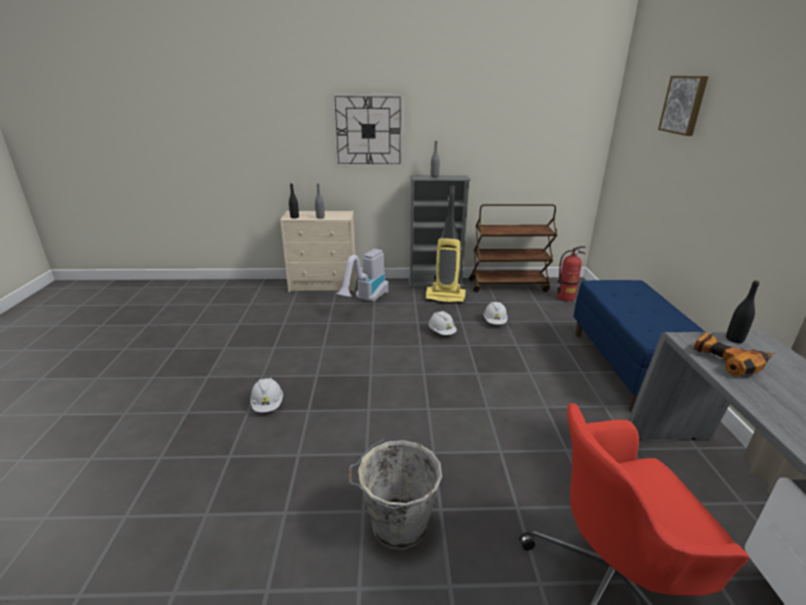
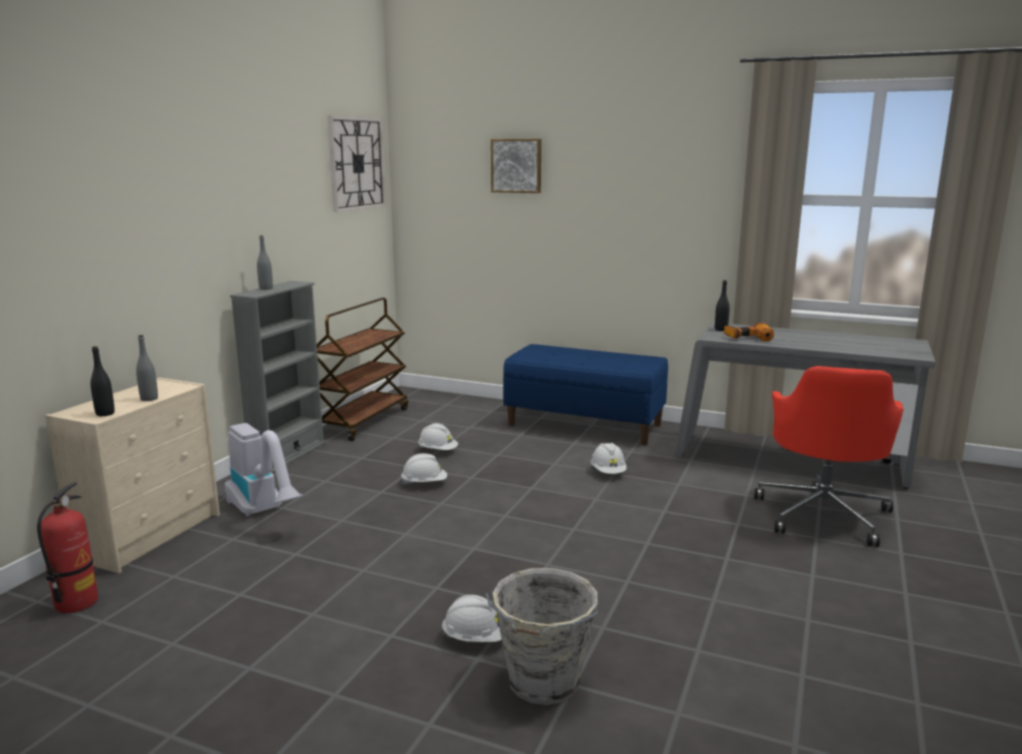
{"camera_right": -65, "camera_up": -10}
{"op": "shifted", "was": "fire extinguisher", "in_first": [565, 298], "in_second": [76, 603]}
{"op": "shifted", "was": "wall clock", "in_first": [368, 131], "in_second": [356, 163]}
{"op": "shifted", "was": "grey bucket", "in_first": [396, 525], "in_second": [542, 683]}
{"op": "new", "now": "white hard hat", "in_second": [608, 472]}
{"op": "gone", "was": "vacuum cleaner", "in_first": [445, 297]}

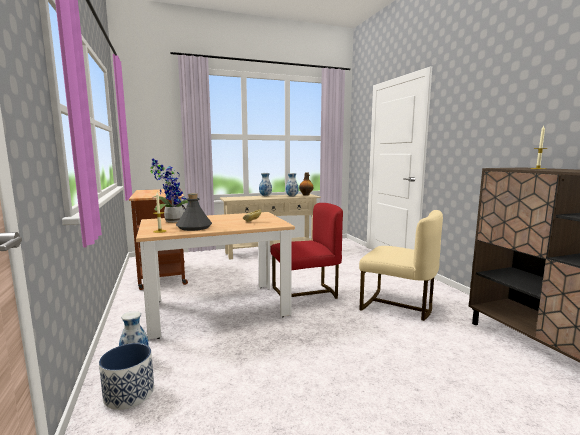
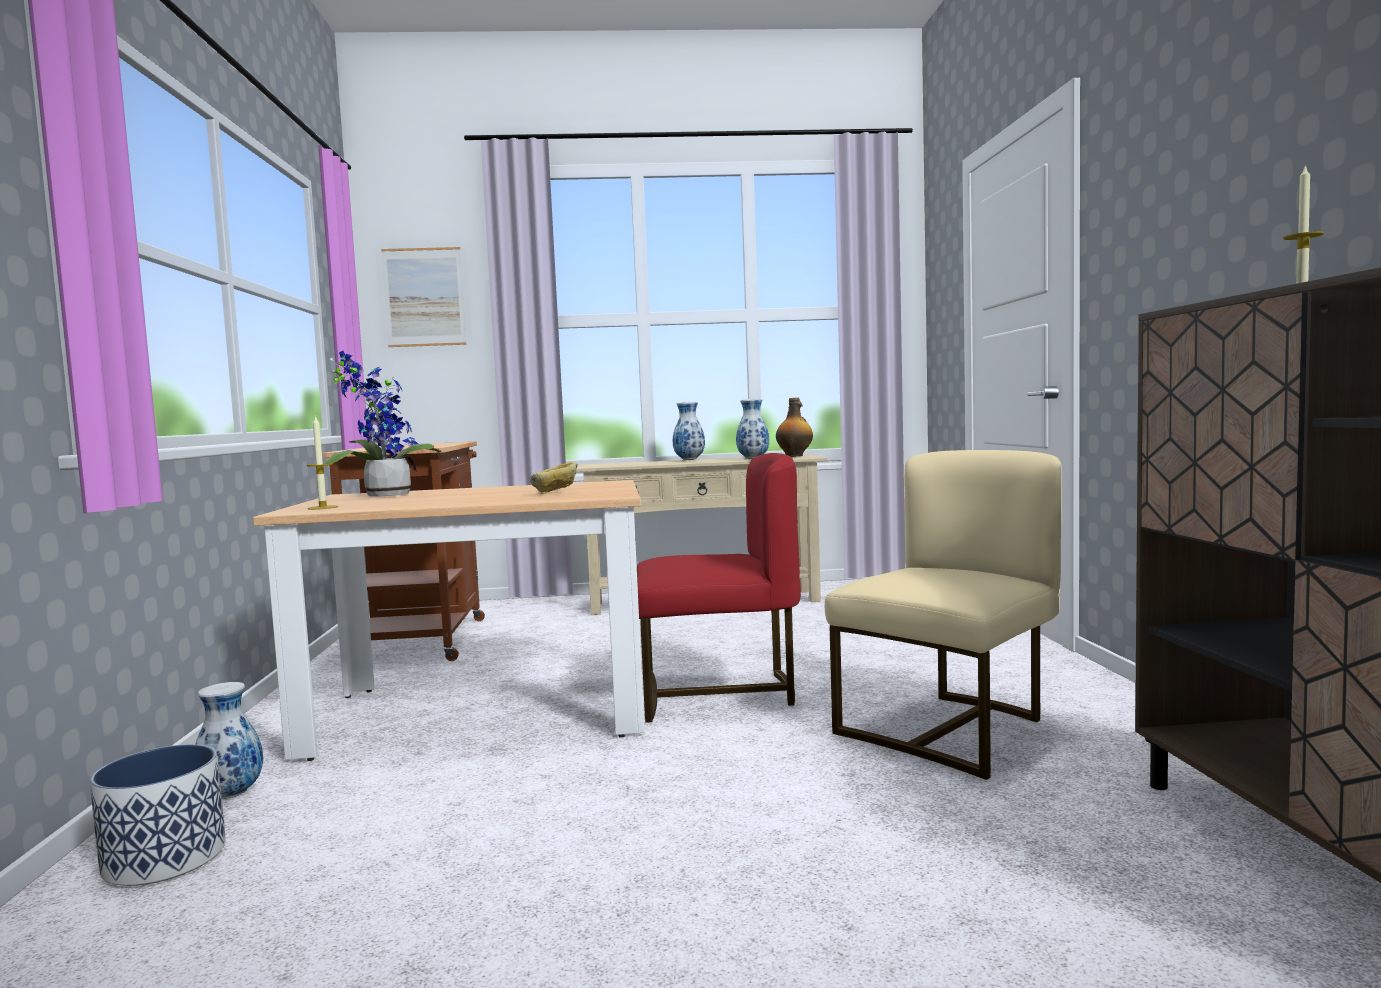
{"camera_right": 15, "camera_up": -5}
{"op": "new", "now": "picture", "in_second": [424, 297]}
{"op": "rotated", "was": "beige chair", "in_first": [397, 306], "in_second": [950, 730], "clockwise": -90}
{"op": "gone", "was": "grey bottle", "in_first": [194, 227]}

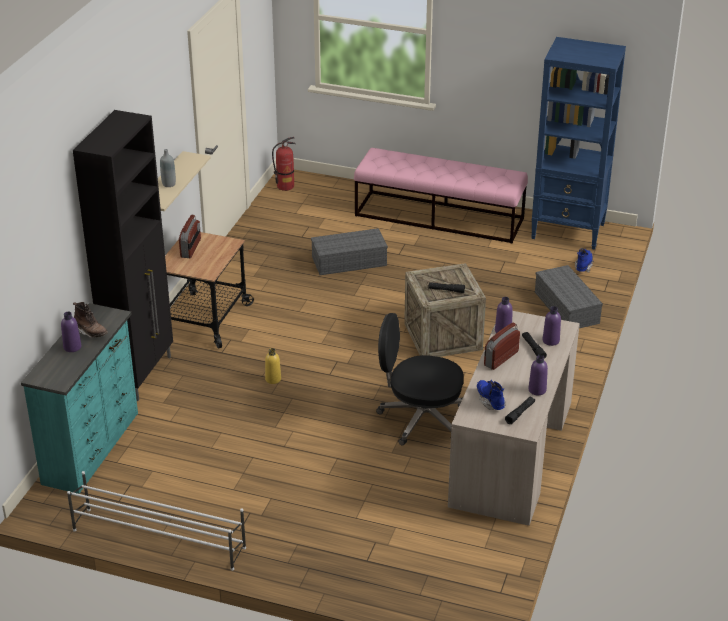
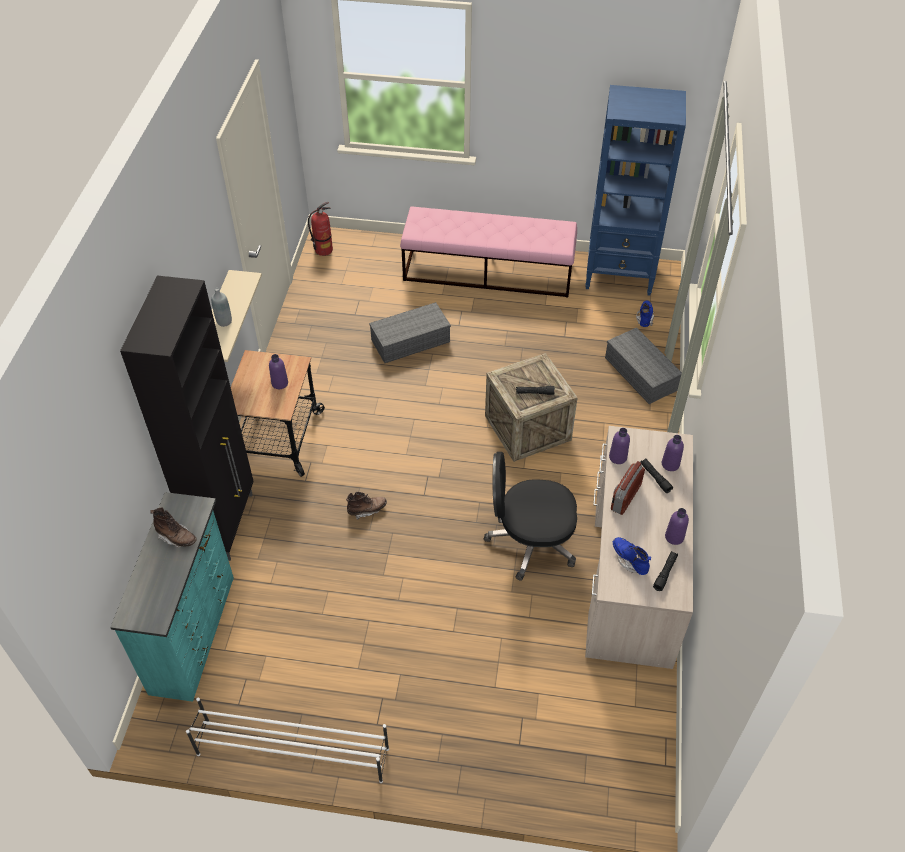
{"camera_right": -10, "camera_up": 15}
{"op": "shifted", "was": "purple bottle", "in_first": [72, 347], "in_second": [280, 383]}
{"op": "swapped", "was": "yellow bottle", "now": "brown boot", "in_first": [273, 379], "in_second": [367, 510]}
{"op": "gone", "was": "radio", "in_first": [191, 248]}

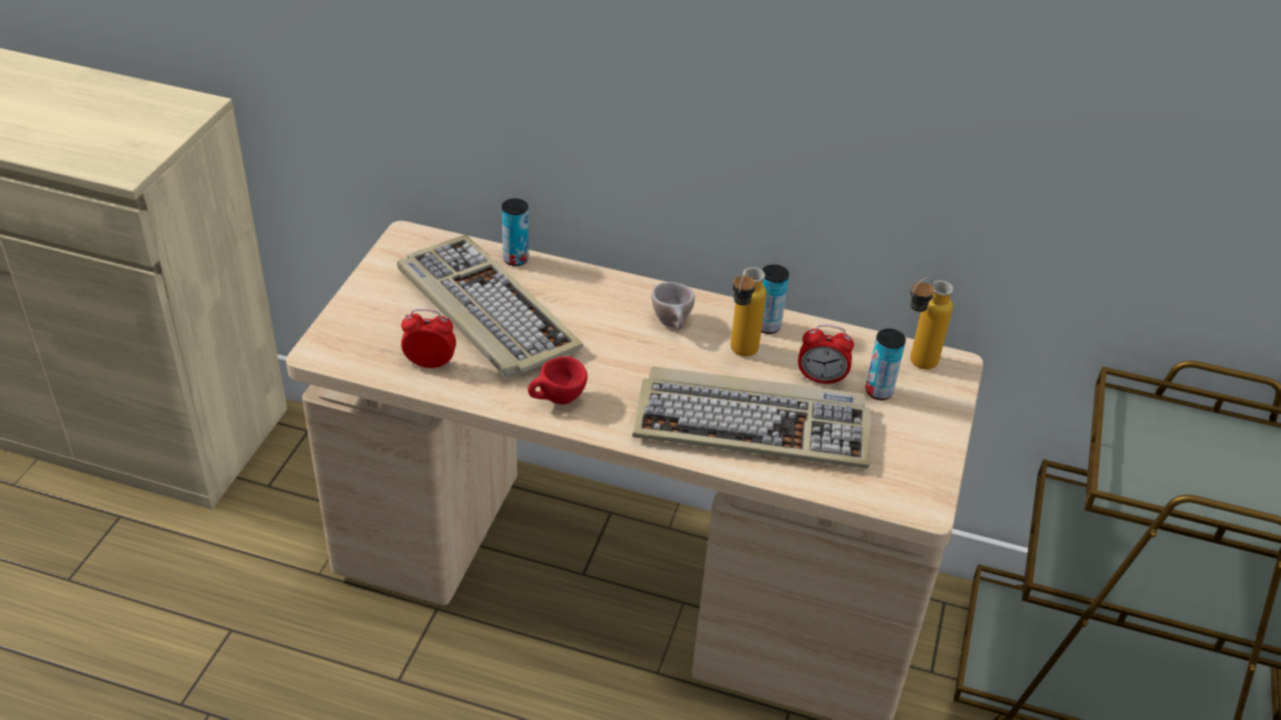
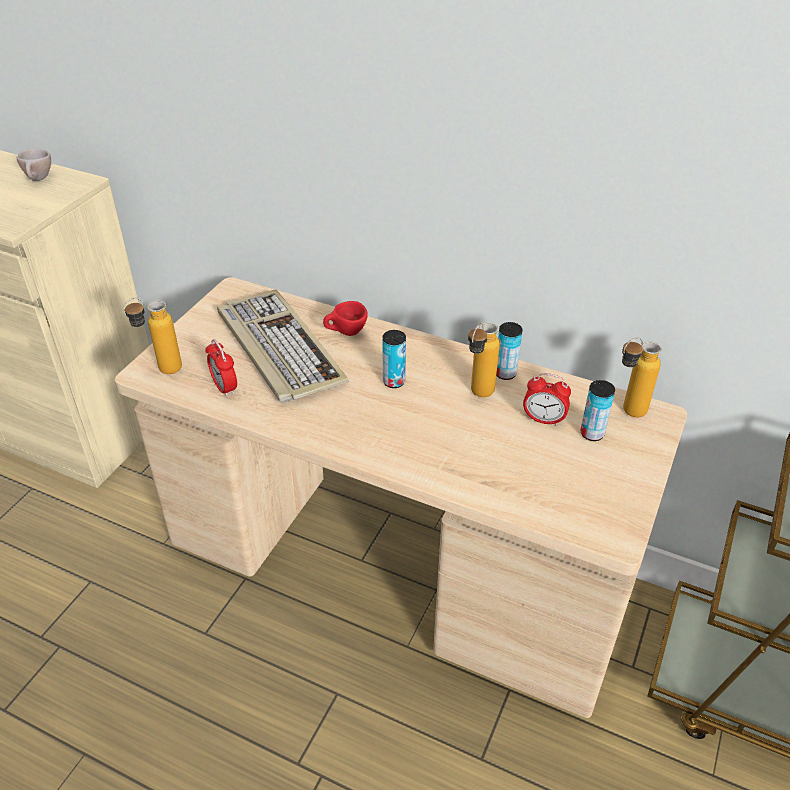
{"camera_right": 10, "camera_up": 0}
{"op": "shifted", "was": "beige cup", "in_first": [673, 325], "in_second": [39, 180]}
{"op": "new", "now": "bottle", "in_second": [161, 371]}
{"op": "rotated", "was": "alarm clock", "in_first": [430, 364], "in_second": [225, 388], "clockwise": -135}
{"op": "shifted", "was": "red cup", "in_first": [557, 401], "in_second": [346, 333]}
{"op": "shifted", "was": "can", "in_first": [515, 259], "in_second": [394, 382]}
{"op": "gone", "was": "keyboard", "in_first": [753, 424]}

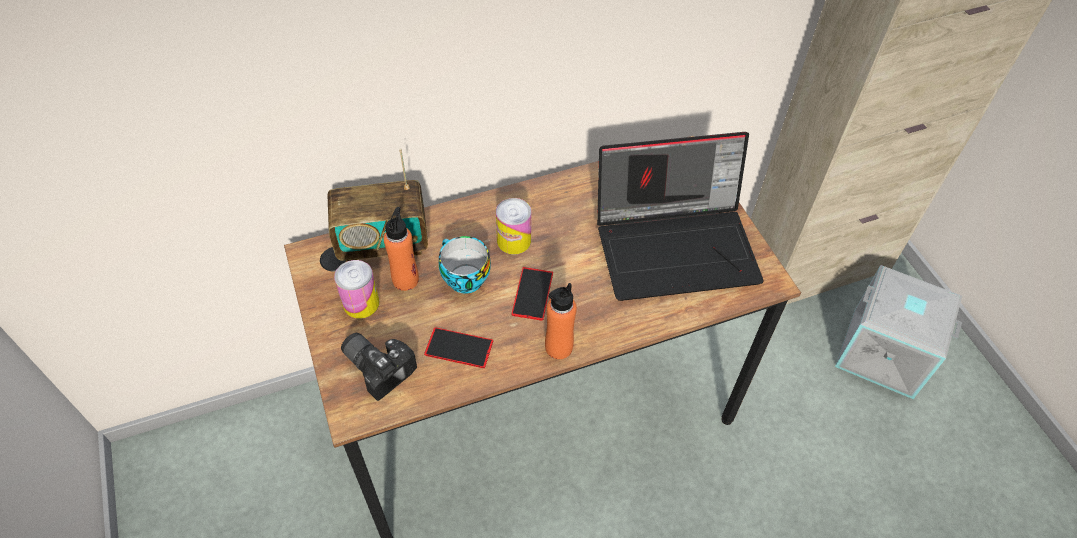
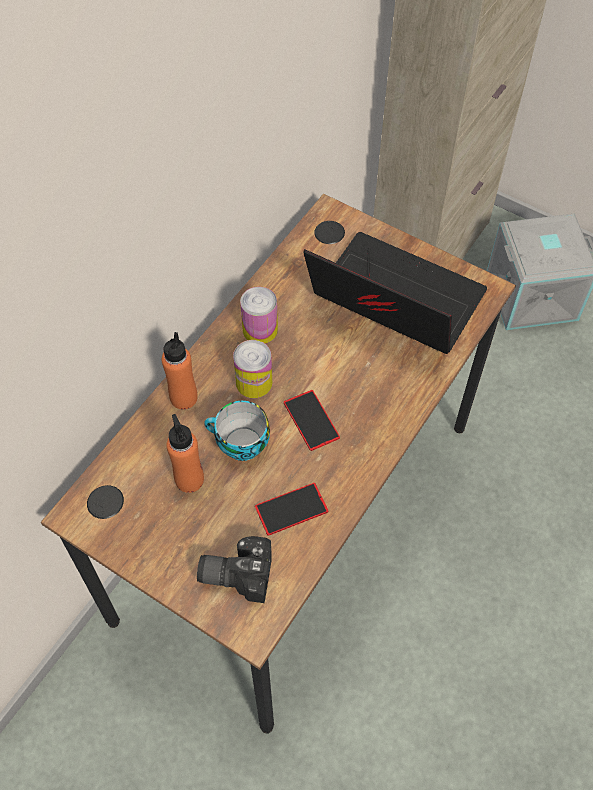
{"camera_right": -35, "camera_up": 5}
{"op": "shifted", "was": "orange bottle", "in_first": [558, 347], "in_second": [183, 398]}
{"op": "shifted", "was": "can", "in_first": [361, 303], "in_second": [260, 329]}
{"op": "rotated", "was": "laptop", "in_first": [677, 245], "in_second": [392, 302], "clockwise": -105}
{"op": "gone", "was": "radio", "in_first": [383, 243]}

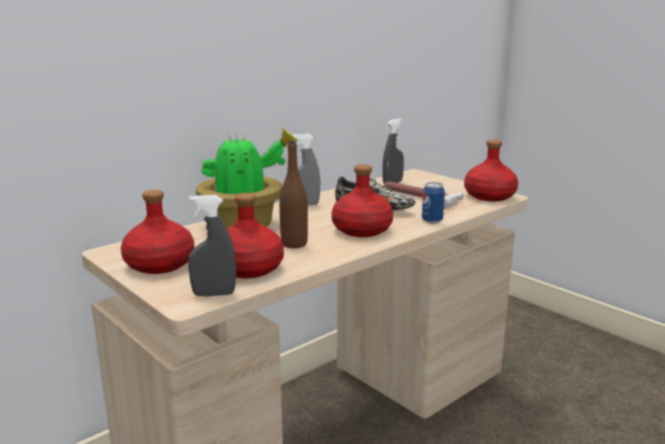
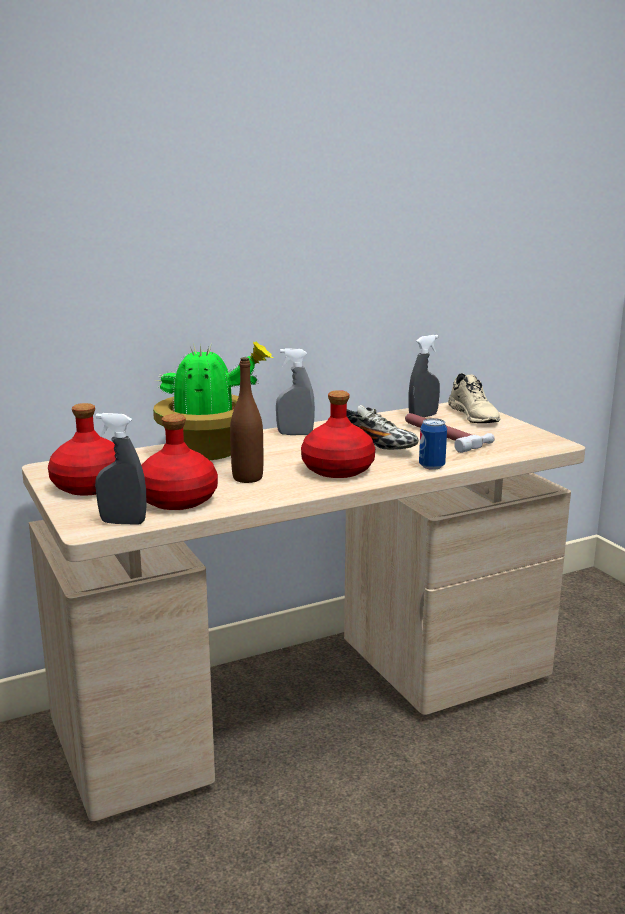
{"camera_right": 15, "camera_up": 0}
{"op": "new", "now": "beige shoe", "in_second": [474, 416]}
{"op": "gone", "was": "red bottle", "in_first": [489, 196]}

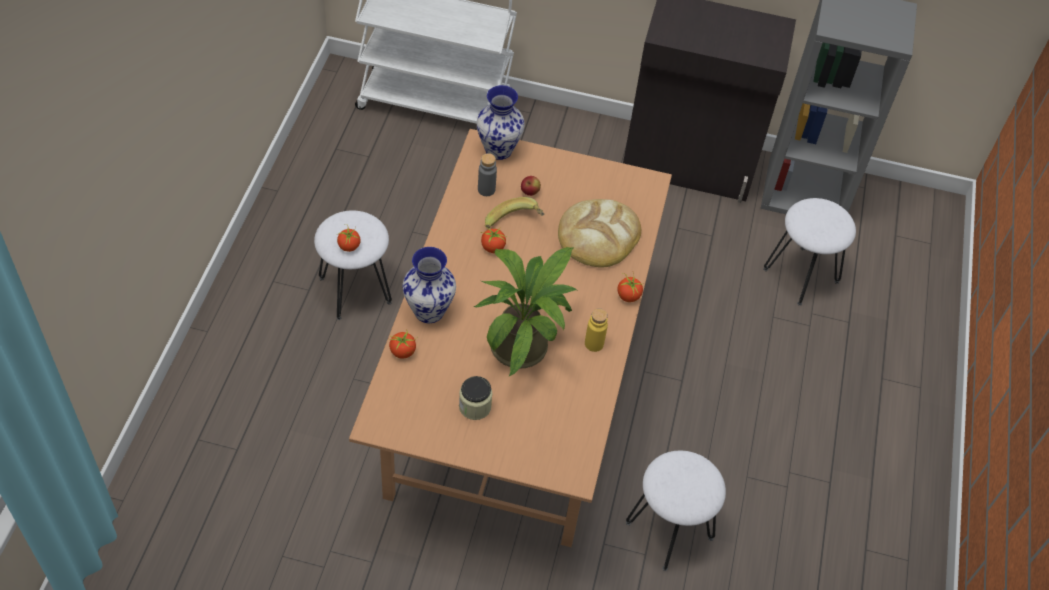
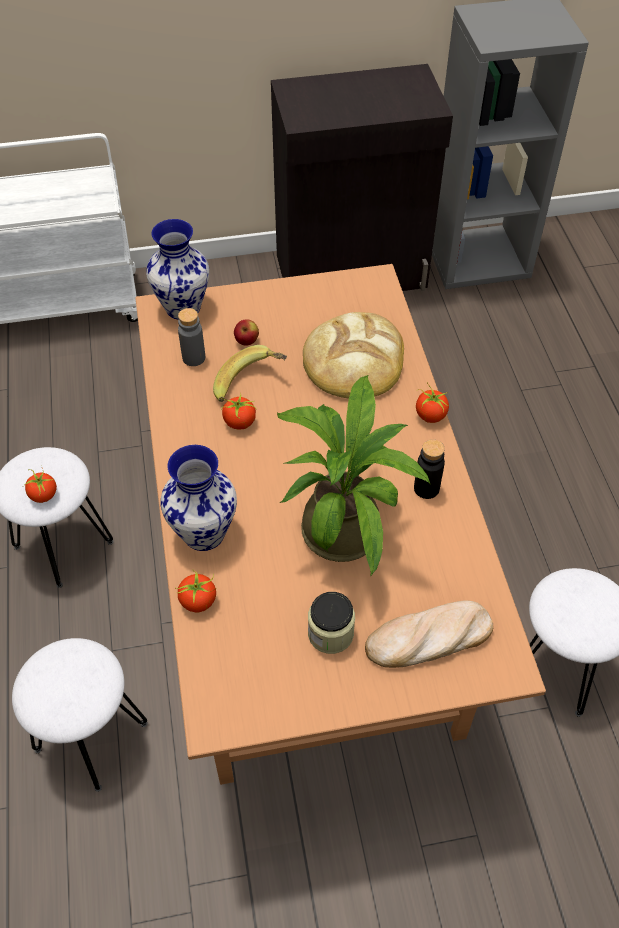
{"camera_right": -20, "camera_up": 0}
{"op": "shifted", "was": "white stool", "in_first": [800, 275], "in_second": [90, 736]}
{"op": "new", "now": "bread", "in_second": [428, 638]}
{"op": "repainted", "was": "yellow bottle", "now": "black bottle", "in_first": [594, 344], "in_second": [426, 488]}

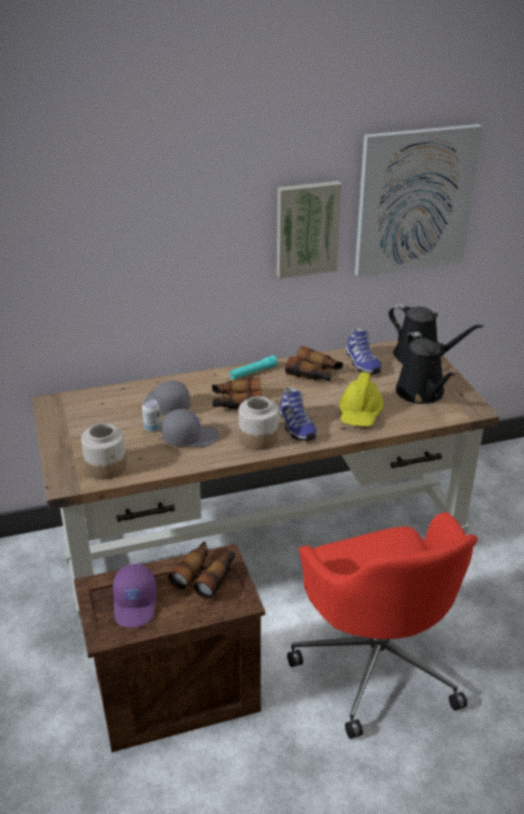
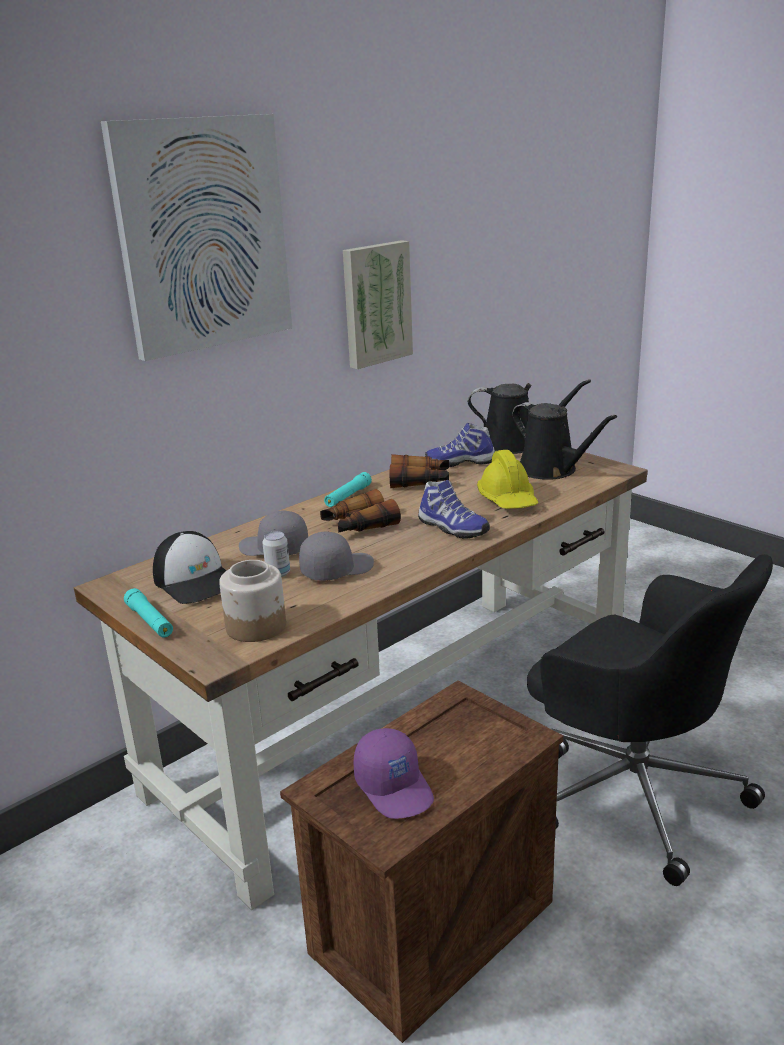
{"camera_right": -25, "camera_up": -10}
{"op": "shifted", "was": "picture", "in_first": [414, 200], "in_second": [203, 235]}
{"op": "new", "now": "turquoise flashlight", "in_second": [150, 621]}
{"op": "new", "now": "cap", "in_second": [197, 581]}
{"op": "rotated", "was": "shoe", "in_first": [361, 363], "in_second": [460, 462], "clockwise": 135}
{"op": "repainted", "was": "red office chair", "now": "black office chair", "in_first": [377, 661], "in_second": [632, 792]}
{"op": "gone", "was": "binoculars", "in_first": [205, 575]}
{"op": "gone", "was": "jar", "in_first": [258, 438]}

